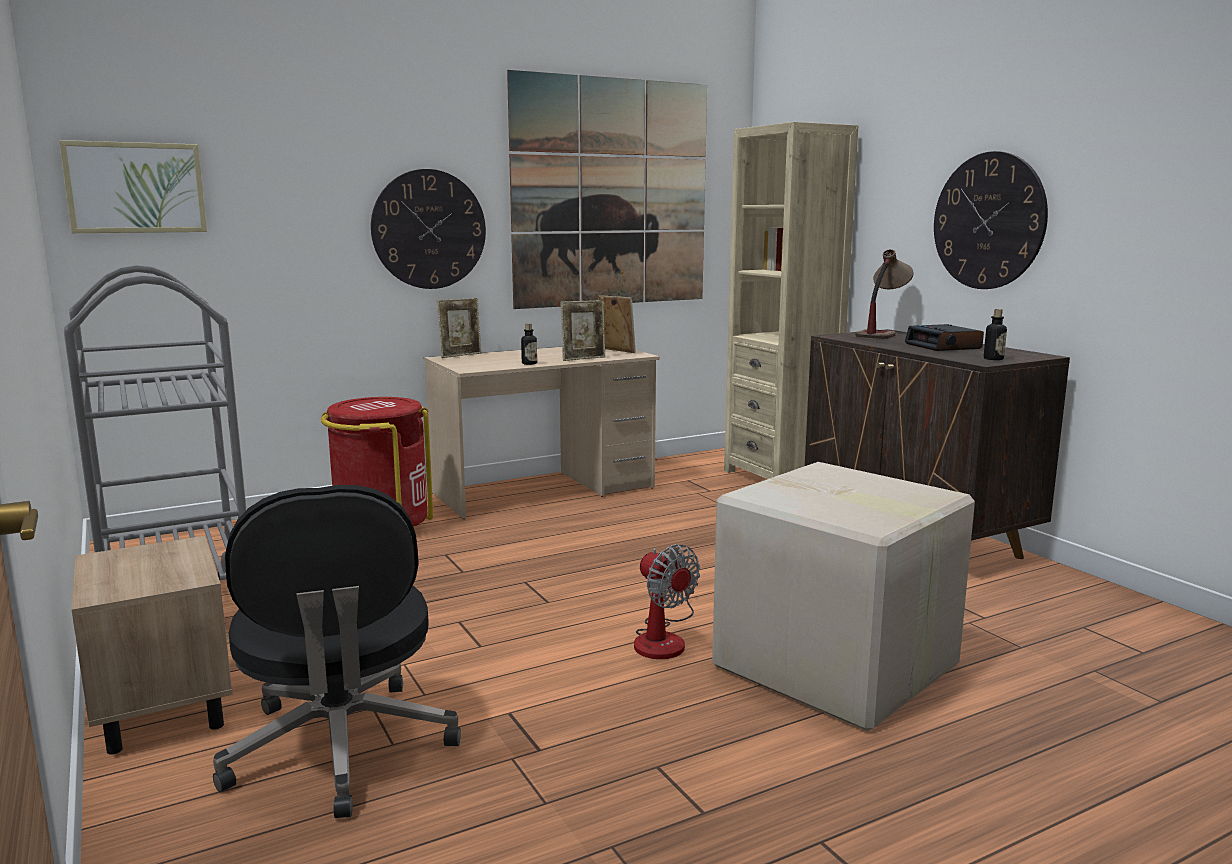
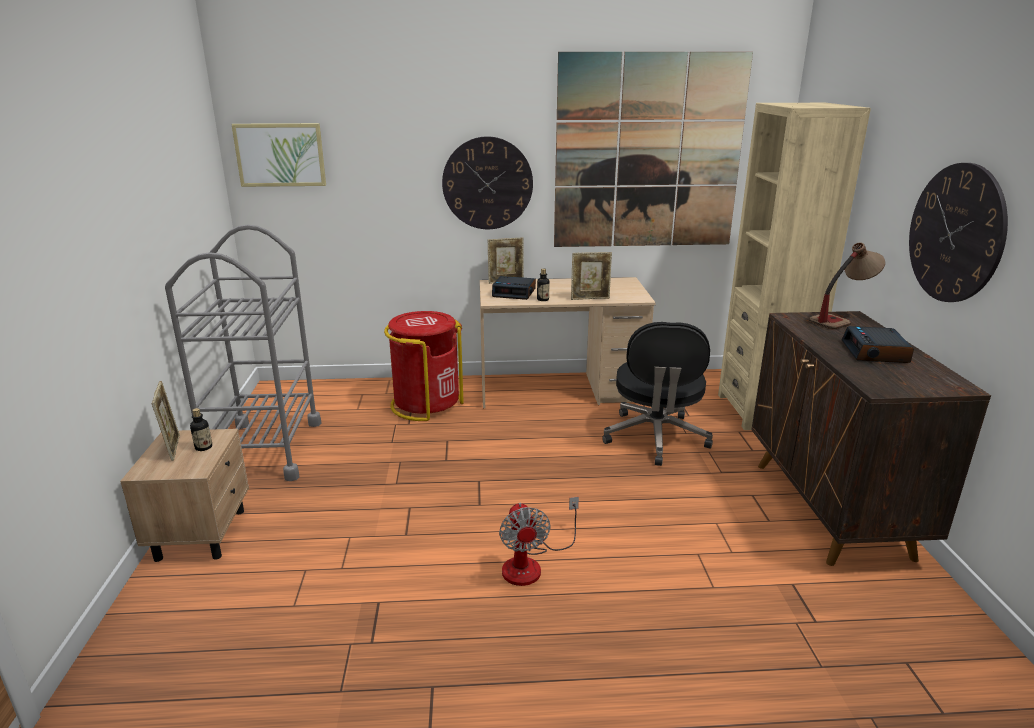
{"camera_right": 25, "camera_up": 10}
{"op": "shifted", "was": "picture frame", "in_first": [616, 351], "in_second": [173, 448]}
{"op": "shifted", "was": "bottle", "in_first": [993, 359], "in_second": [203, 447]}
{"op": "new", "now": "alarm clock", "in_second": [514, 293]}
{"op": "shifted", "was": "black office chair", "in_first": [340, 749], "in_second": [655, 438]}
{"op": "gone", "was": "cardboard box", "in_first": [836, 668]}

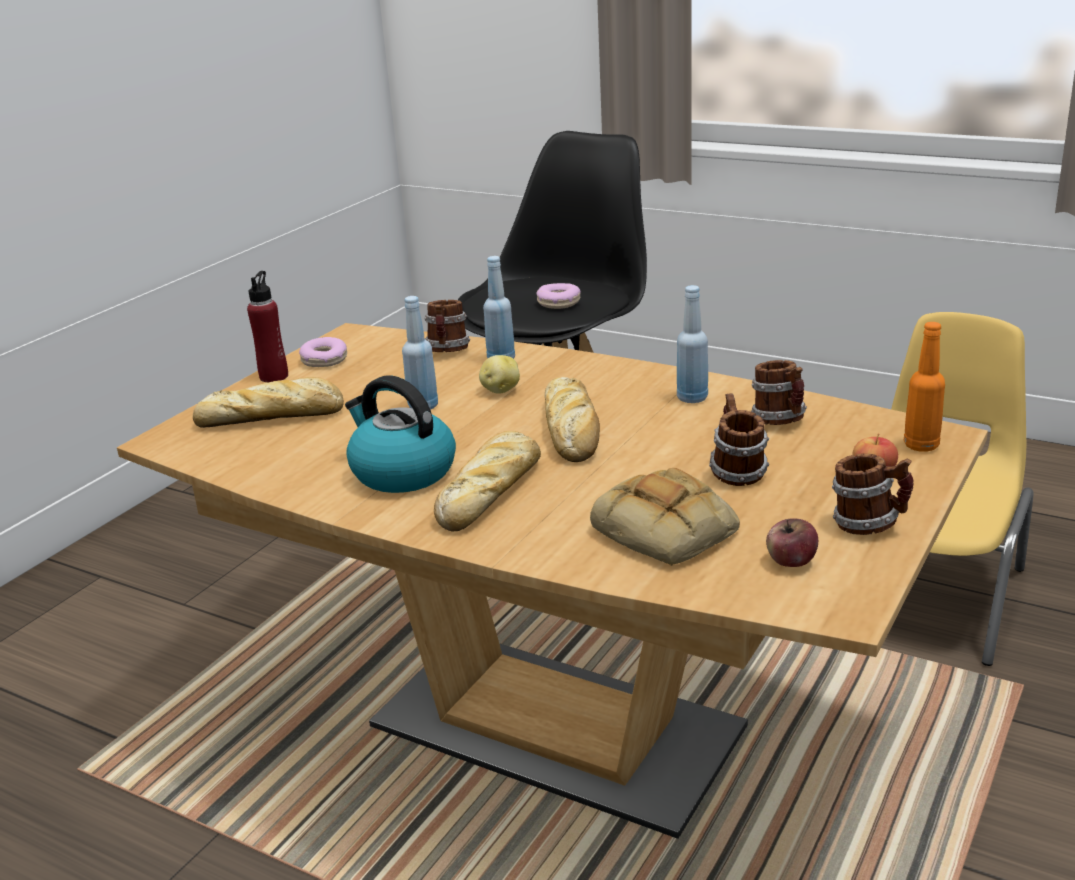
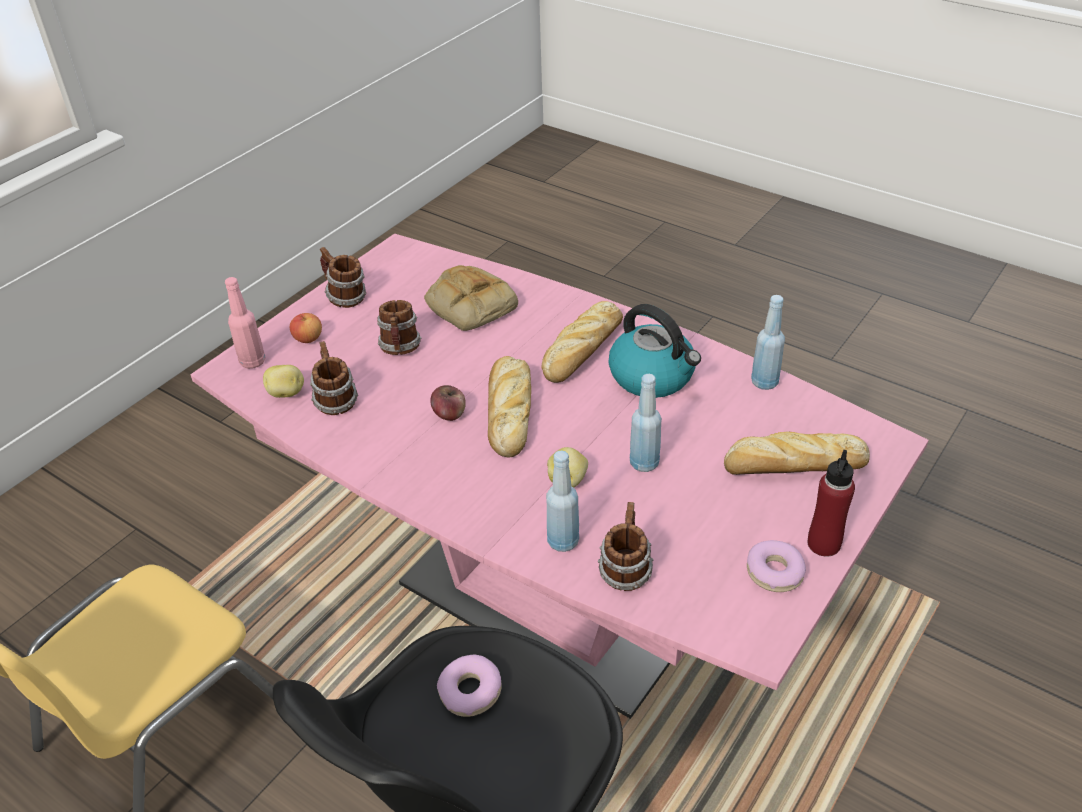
{"camera_right": -175, "camera_up": 15}
{"op": "repainted", "was": "brown dining table", "now": "pink dining table", "in_first": [556, 728], "in_second": [548, 601]}
{"op": "repainted", "was": "orange bottle", "now": "pink bottle", "in_first": [921, 445], "in_second": [252, 362]}
{"op": "new", "now": "potato", "in_second": [287, 393]}
{"op": "shifted", "was": "apple", "in_first": [791, 562], "in_second": [449, 414]}
{"op": "shifted", "was": "blue bottle", "in_first": [692, 398], "in_second": [764, 382]}

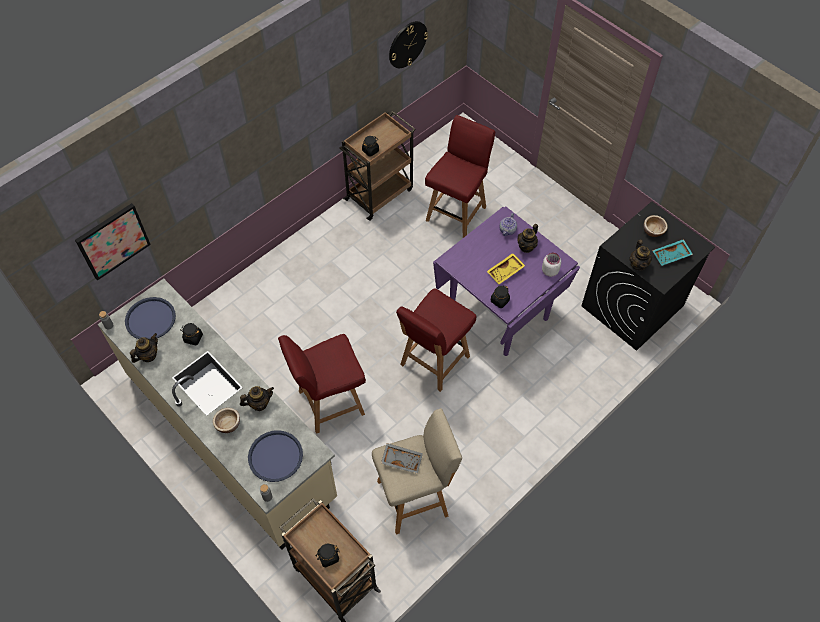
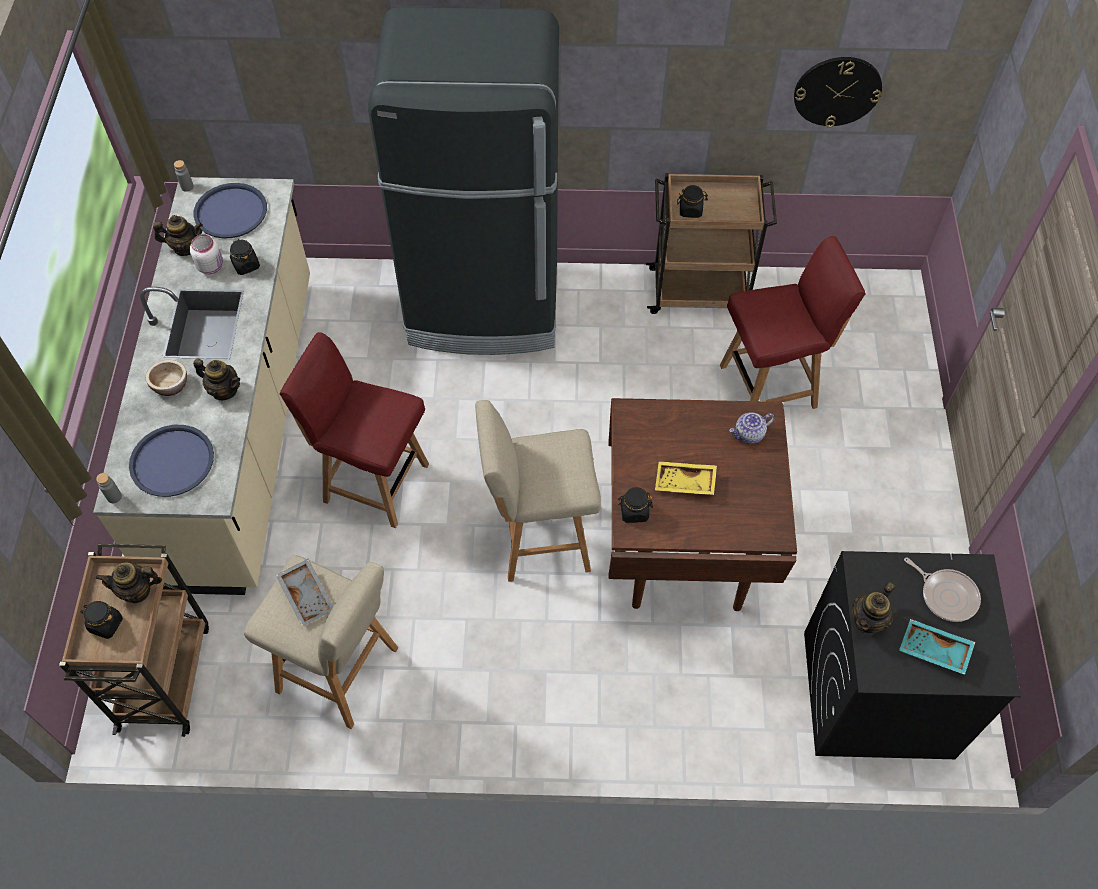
{"camera_right": 45, "camera_up": 0}
{"op": "shifted", "was": "teapot", "in_first": [526, 246], "in_second": [137, 591]}
{"op": "shifted", "was": "white jar", "in_first": [550, 270], "in_second": [211, 266]}
{"op": "new", "now": "black fridge", "in_second": [484, 307]}
{"op": "swapped", "was": "red chair", "now": "beige stool", "in_first": [433, 361], "in_second": [539, 537]}
{"op": "repainted", "was": "purple dining table", "now": "brown dining table", "in_first": [499, 312], "in_second": [685, 548]}
{"op": "swapped", "was": "bowl", "now": "frying pan", "in_first": [653, 231], "in_second": [946, 595]}
{"op": "gone", "was": "picture", "in_first": [113, 241]}

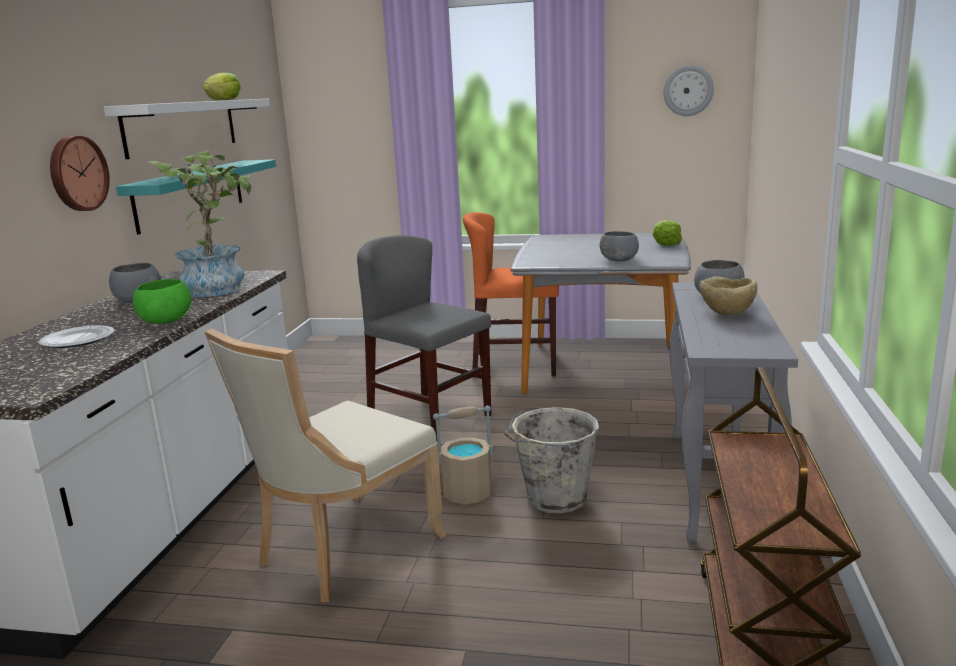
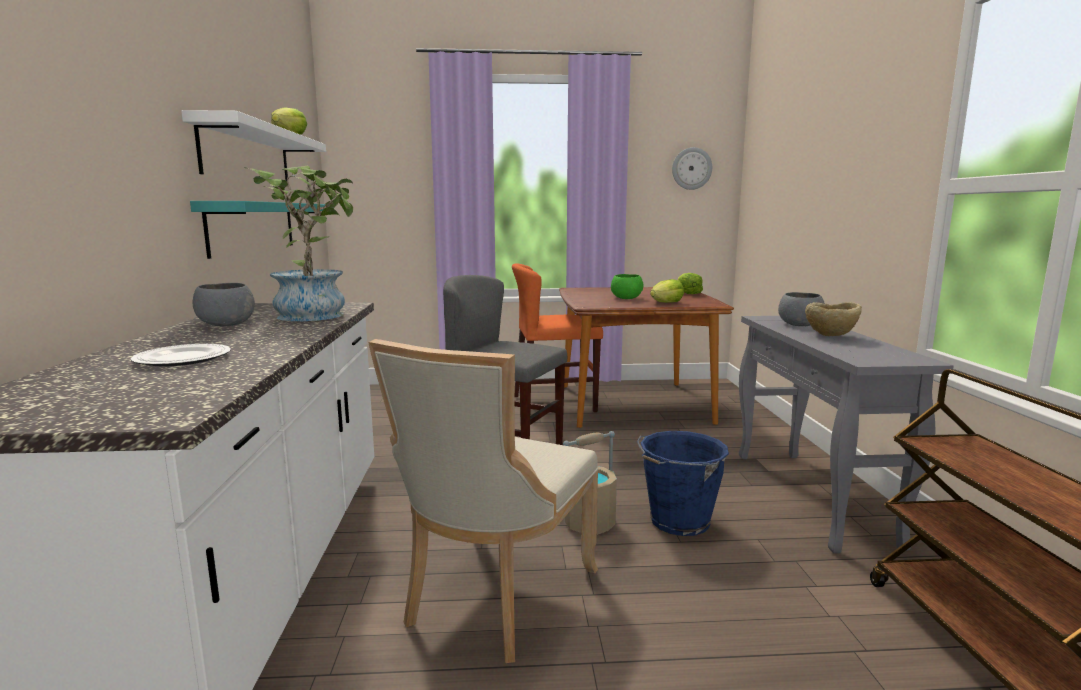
{"camera_right": -15, "camera_up": -5}
{"op": "repainted", "was": "grey dining table", "now": "brown dining table", "in_first": [601, 368], "in_second": [633, 404]}
{"op": "shifted", "was": "green bowl", "in_first": [164, 321], "in_second": [626, 298]}
{"op": "repainted", "was": "grey bucket", "now": "blue bucket", "in_first": [554, 499], "in_second": [678, 522]}
{"op": "swapped", "was": "grey bowl", "now": "lettuce", "in_first": [619, 260], "in_second": [666, 303]}
{"op": "gone", "was": "wall clock", "in_first": [76, 173]}

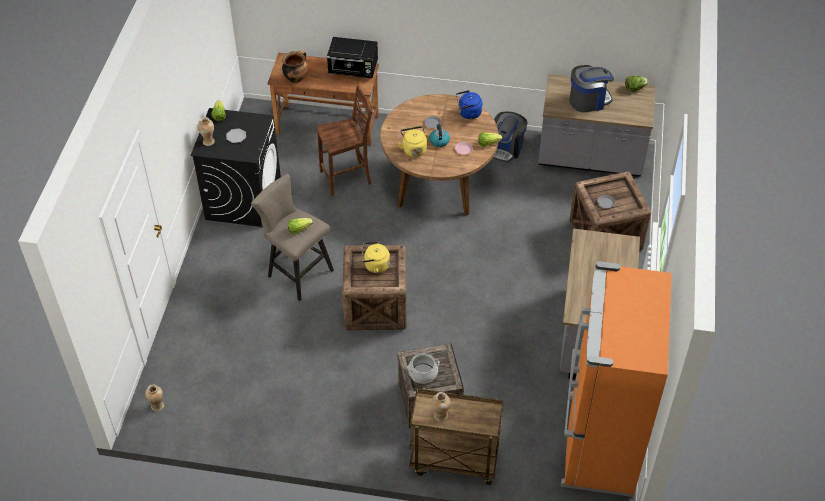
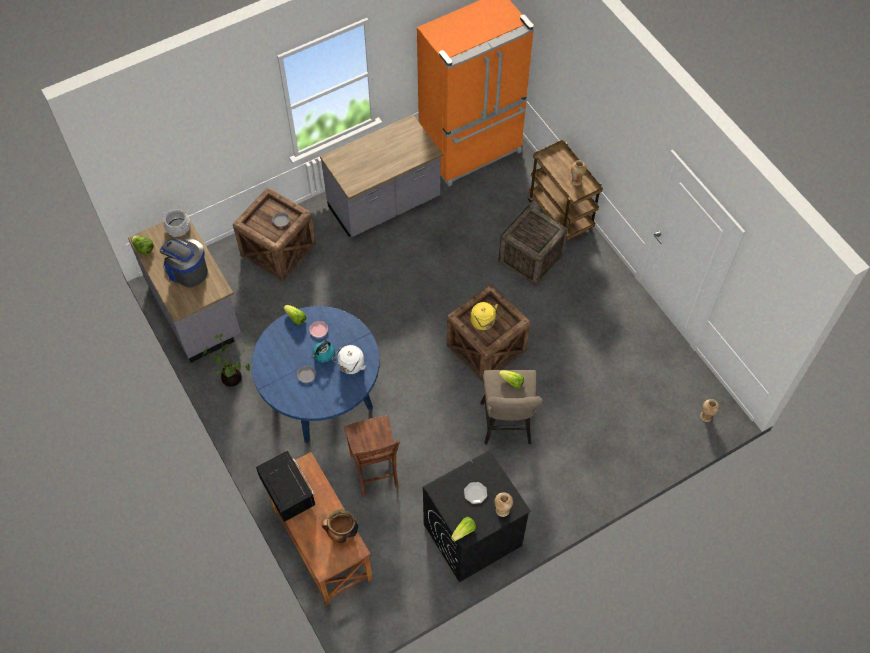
{"camera_right": -130, "camera_up": 10}
{"op": "shifted", "was": "cooking pot", "in_first": [423, 373], "in_second": [178, 227]}
{"op": "swapped", "was": "coffee machine", "now": "potted plant", "in_first": [506, 148], "in_second": [233, 377]}
{"op": "repainted", "was": "brown dining table", "now": "blue dining table", "in_first": [438, 185], "in_second": [322, 396]}
{"op": "repainted", "was": "yellow kettle", "now": "white kettle", "in_first": [413, 149], "in_second": [350, 366]}
{"op": "rotated", "was": "brown chair", "in_first": [347, 178], "in_second": [375, 472], "clockwise": -135}
{"op": "gone", "was": "blue kettle", "in_first": [468, 113]}

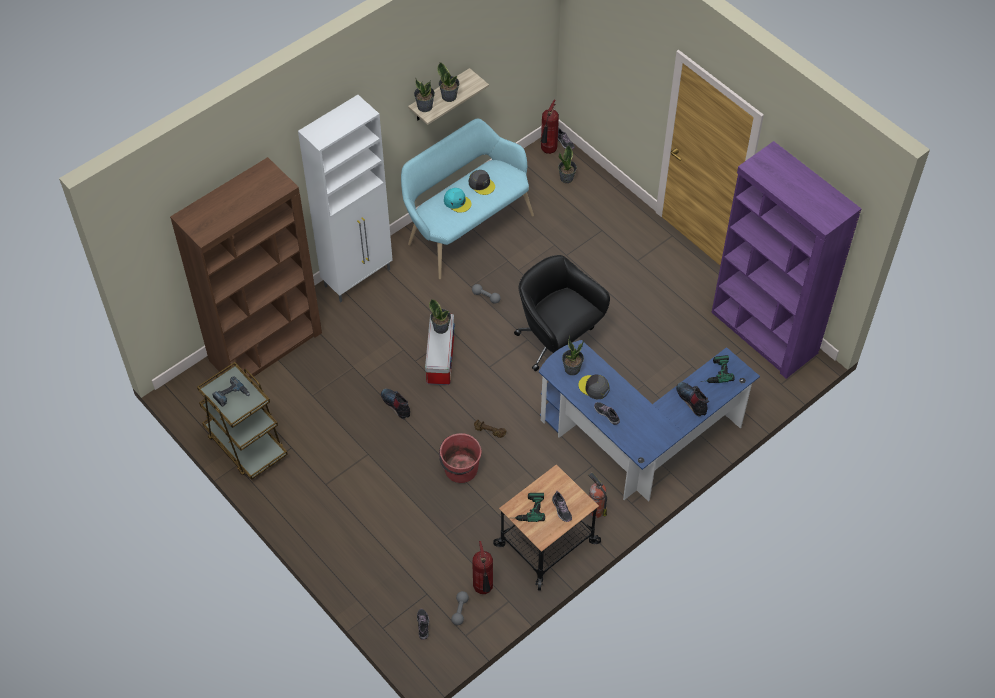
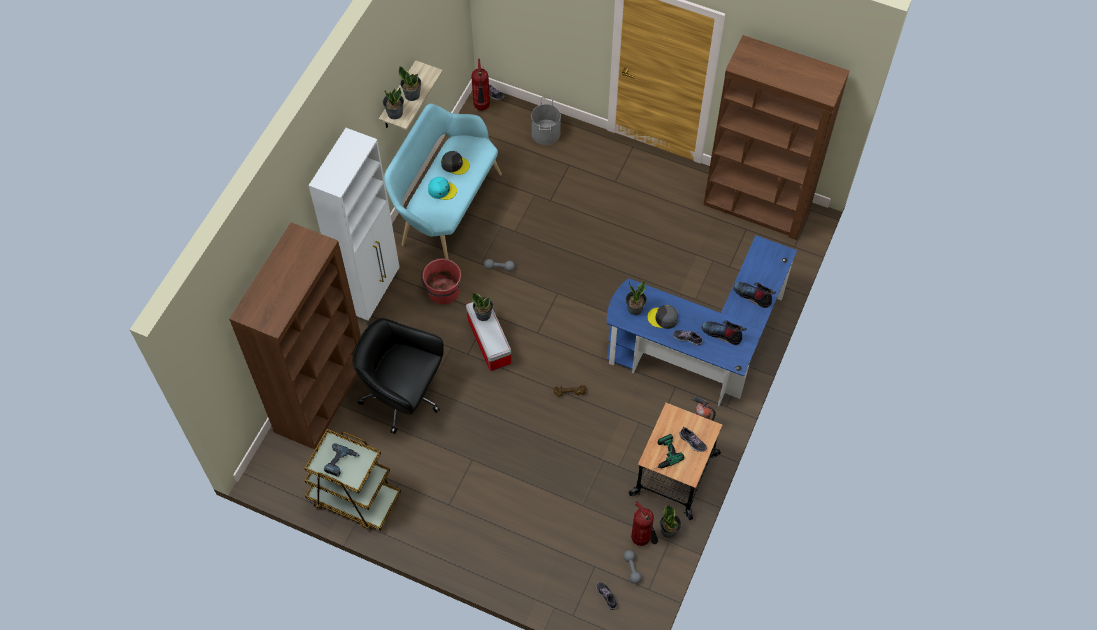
{"camera_right": -25, "camera_up": 5}
{"op": "shifted", "was": "black office chair", "in_first": [557, 343], "in_second": [403, 397]}
{"op": "shifted", "was": "red bucket", "in_first": [460, 469], "in_second": [443, 292]}
{"op": "new", "now": "grey bucket", "in_second": [546, 133]}
{"op": "shifted", "was": "potted plant", "in_first": [567, 178], "in_second": [669, 530]}
{"op": "shifted", "was": "boot", "in_first": [396, 405], "in_second": [722, 334]}
{"op": "repainted", "was": "purple bookcase", "now": "brown bookcase", "in_first": [764, 333], "in_second": [757, 206]}
{"op": "gone", "was": "power drill", "in_first": [714, 372]}

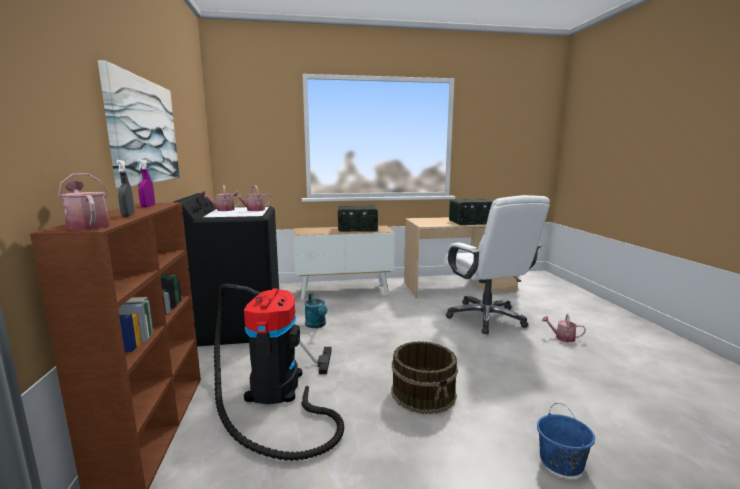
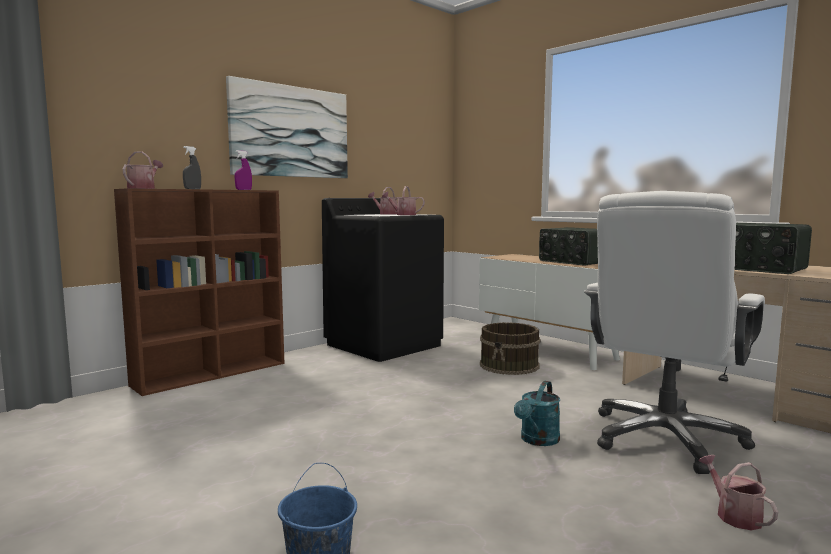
{"camera_right": 55, "camera_up": -5}
{"op": "shifted", "was": "brown bucket", "in_first": [424, 393], "in_second": [510, 365]}
{"op": "shifted", "was": "turquoise watering can", "in_first": [317, 325], "in_second": [537, 440]}
{"op": "gone", "was": "vacuum cleaner", "in_first": [275, 391]}

